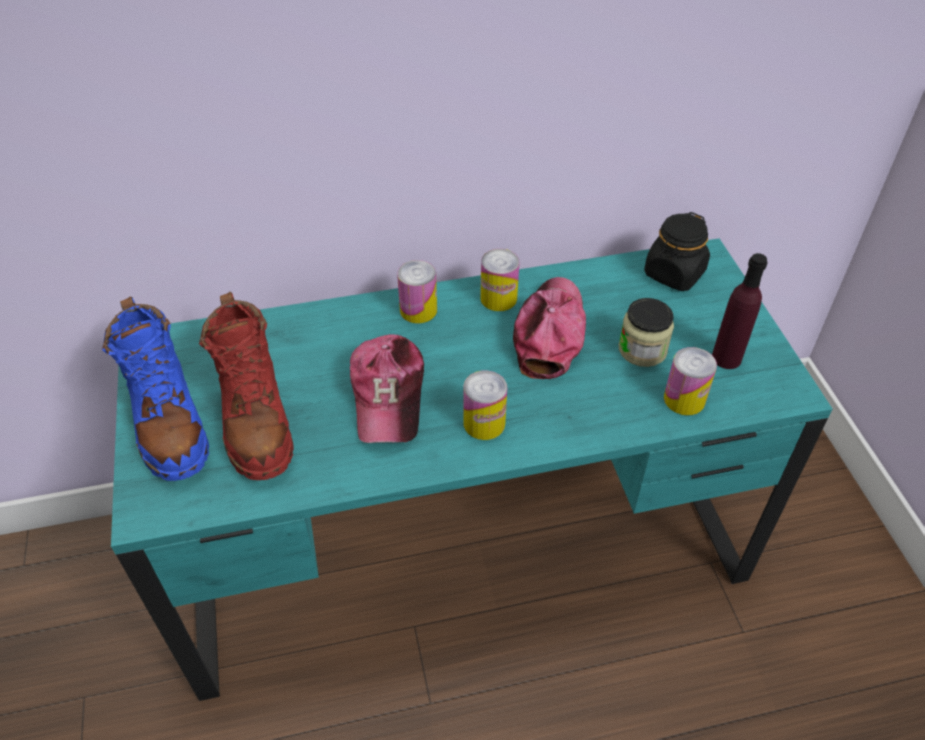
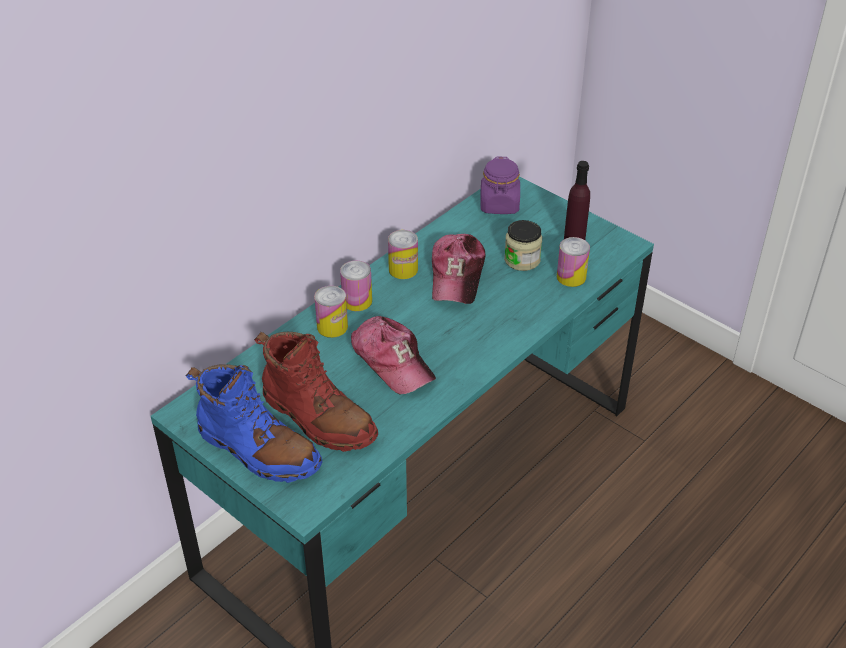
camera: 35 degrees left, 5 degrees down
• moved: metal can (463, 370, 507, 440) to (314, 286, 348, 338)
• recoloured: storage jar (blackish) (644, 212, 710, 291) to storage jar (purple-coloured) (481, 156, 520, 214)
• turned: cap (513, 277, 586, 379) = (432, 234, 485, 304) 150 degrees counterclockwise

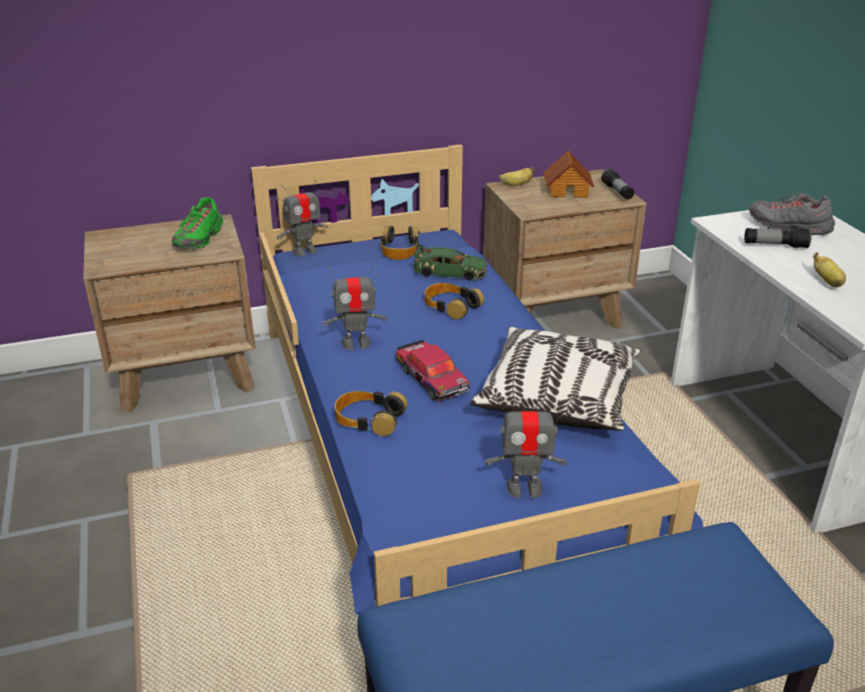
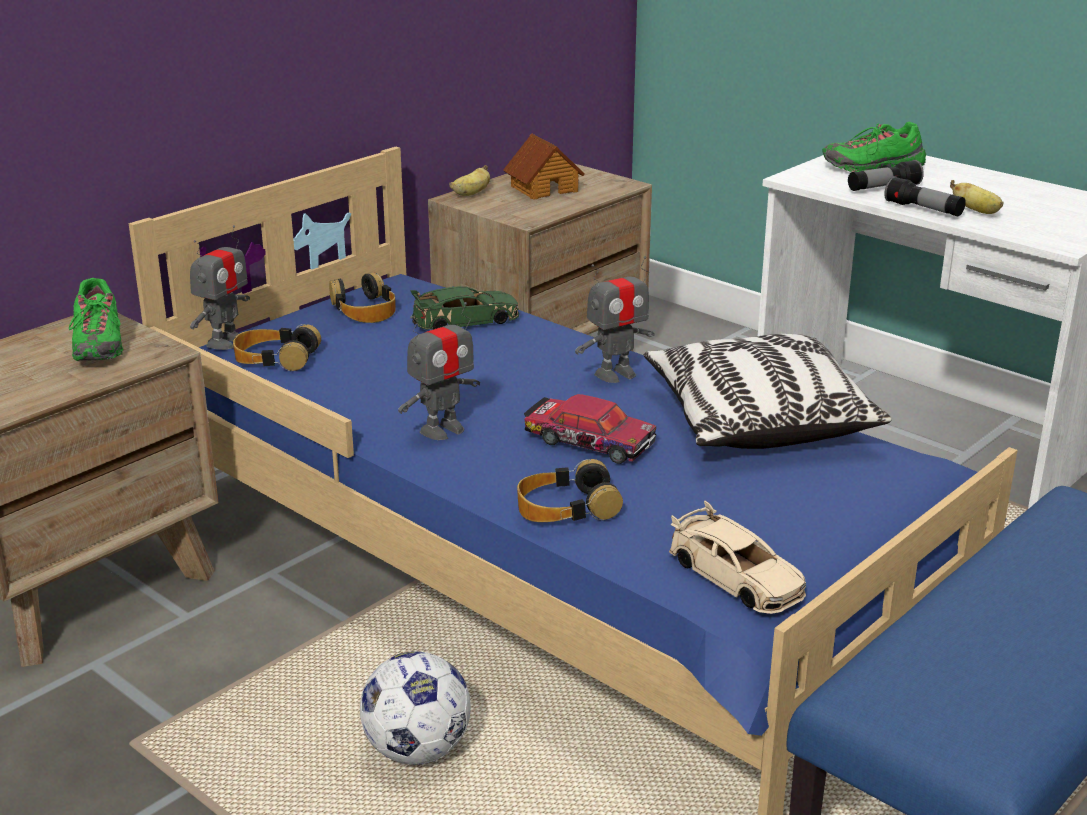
camera: 30 degrees left, 5 degrees down
• added: football (360, 651, 471, 765)
• added: toy car (sand-coloured) (669, 500, 806, 614)
• moved: headphones (425, 283, 484, 319) to (233, 324, 321, 371)
• moved: toy robot (485, 397, 568, 498) to (575, 256, 655, 383)
• moved: hand torch (601, 169, 634, 200) to (884, 176, 966, 216)
• recoloured: item of footwear (grey) (749, 193, 835, 235) to item of footwear (green) (822, 122, 926, 172)

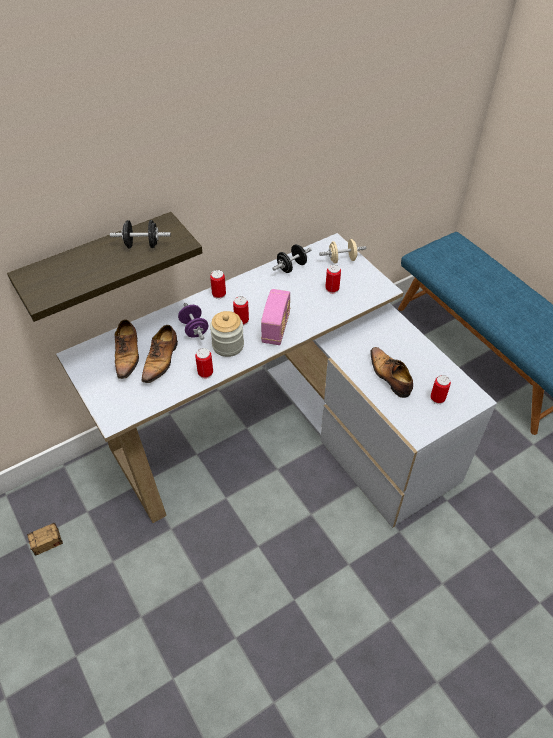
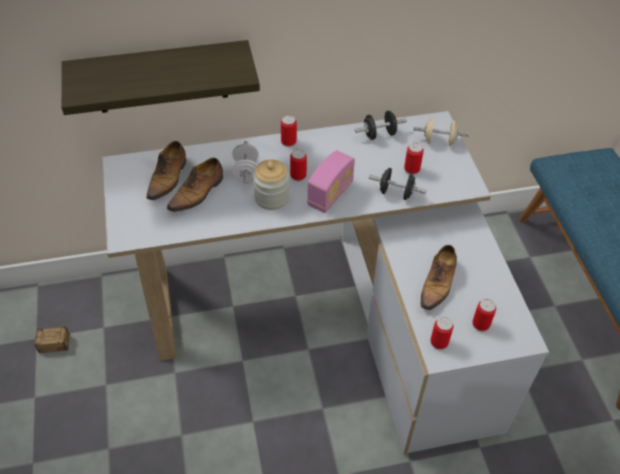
camera: 20 degrees right, 0 degrees up
• moved: dumbbell (blackish) (110, 220, 171, 248) to (369, 168, 427, 200)
• moved: metal can (195, 348, 213, 379) to (430, 317, 454, 350)
• recoloured: dumbbell (purple-coloured) (178, 303, 208, 340) to dumbbell (white-coloured) (232, 141, 259, 184)
• turned: item of footwear (370, 347, 413, 398) = (421, 245, 457, 310) 150 degrees counterclockwise

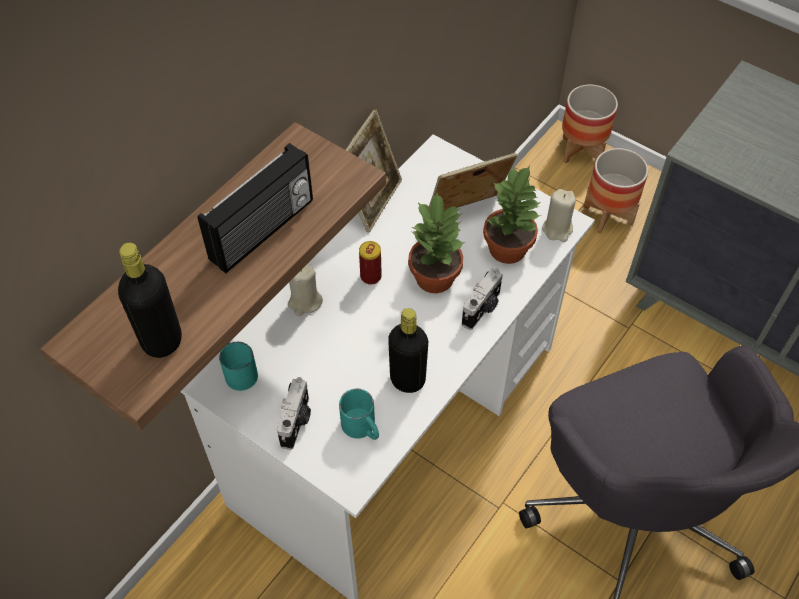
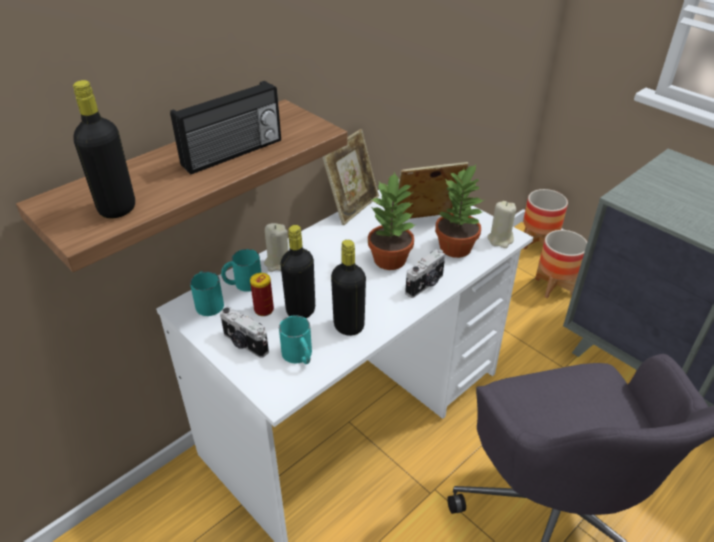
camera: 10 degrees right, 15 degrees down
• added: tea mug (blue-green) (221, 249, 262, 292)
• added: beverage bottle (blackish) (281, 225, 315, 318)
• moved: metal can (359, 241, 382, 285) to (250, 273, 274, 316)
• turned: photo camera (277, 377, 311, 450) = (220, 307, 269, 358) 105 degrees clockwise

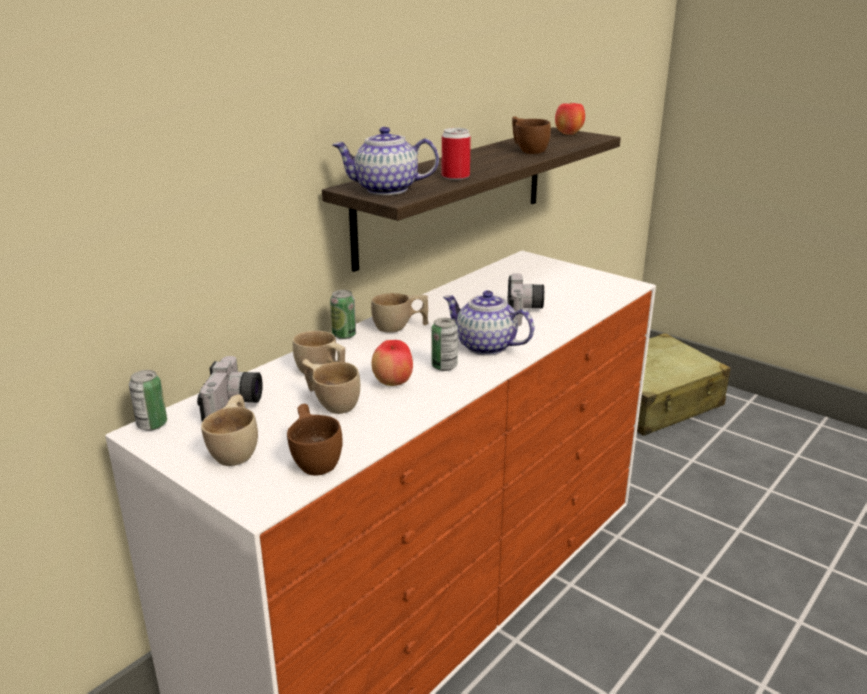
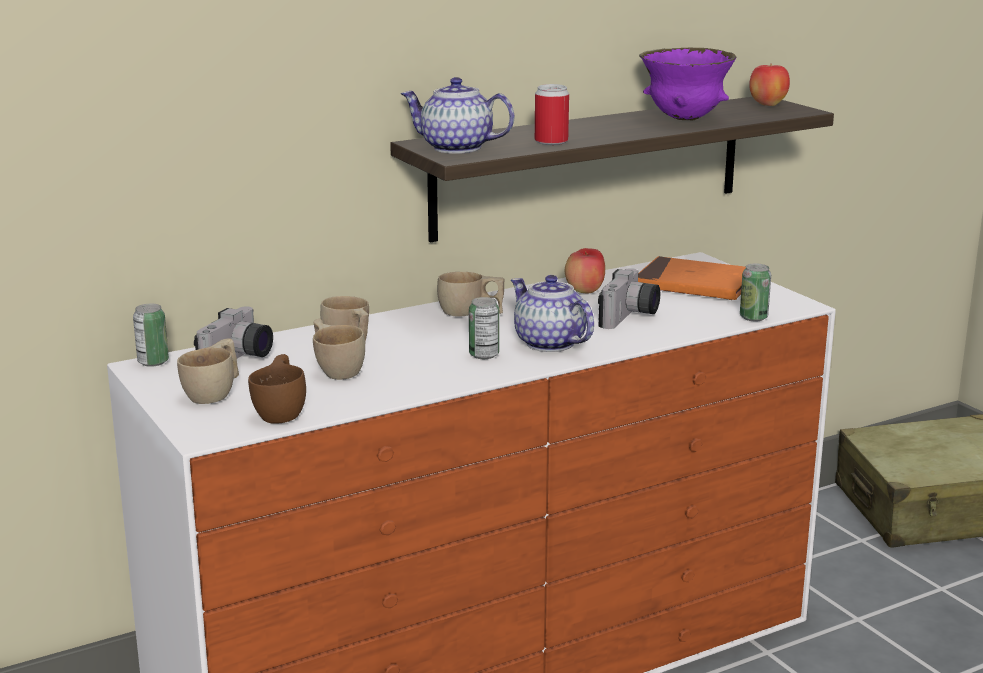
camera: 20 degrees right, 5 degrees down
• added: bound book (orange) (638, 256, 746, 300)
• moved: metal can (330, 290, 356, 339) to (740, 263, 771, 321)
• moved: apple fruit (371, 340, 413, 386) to (565, 248, 605, 293)
• replaced: cup (brown) (512, 116, 551, 154) to bowl (purple-coloured) (639, 47, 736, 120)

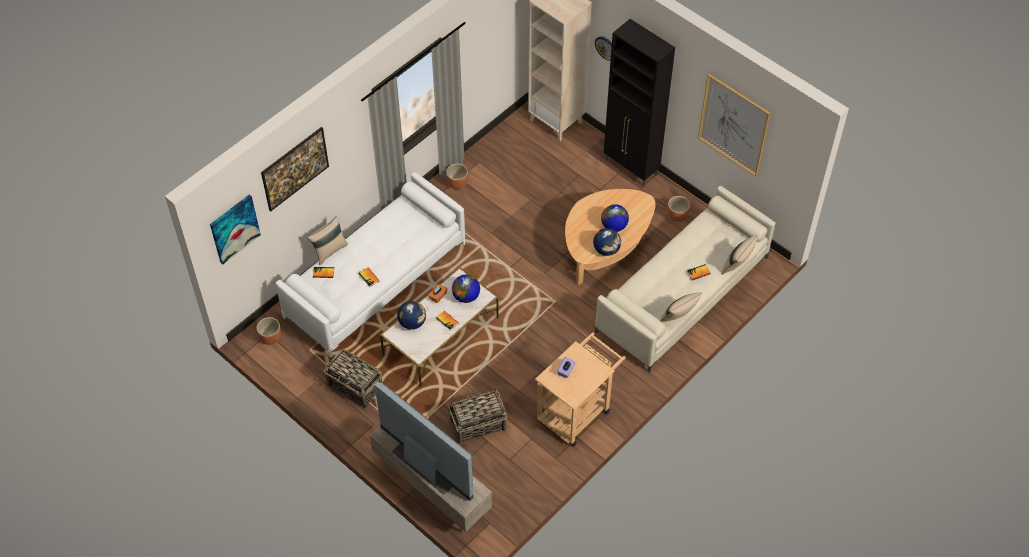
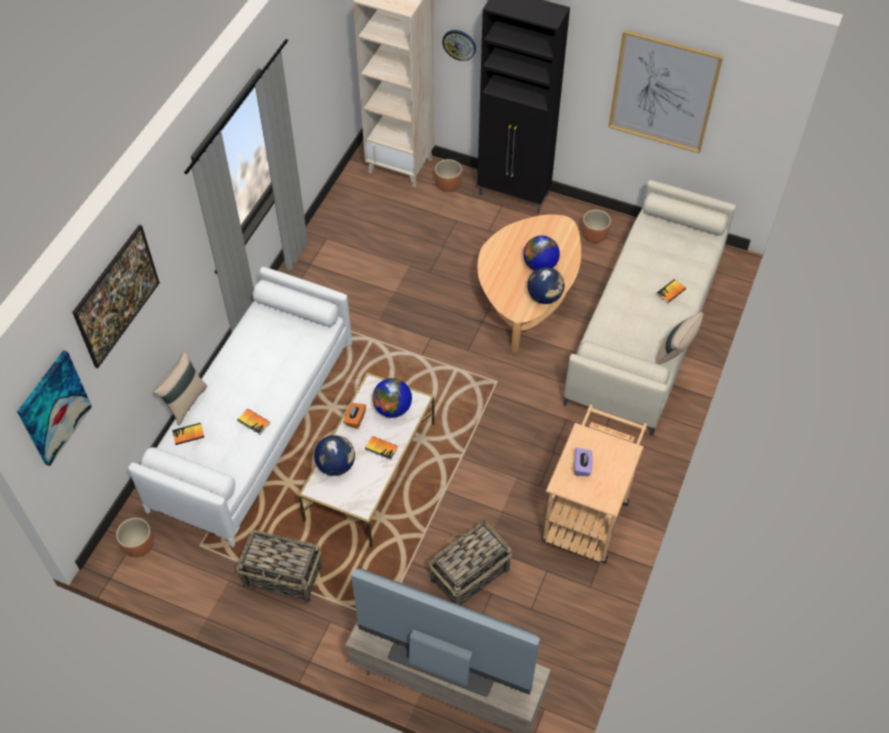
camera: 20 degrees left, 0 degrees up
• removed: throw pillow (sand-coloured) (722, 235, 757, 275)
• moved: plant pot (brown) (446, 163, 468, 189) to (435, 159, 462, 192)

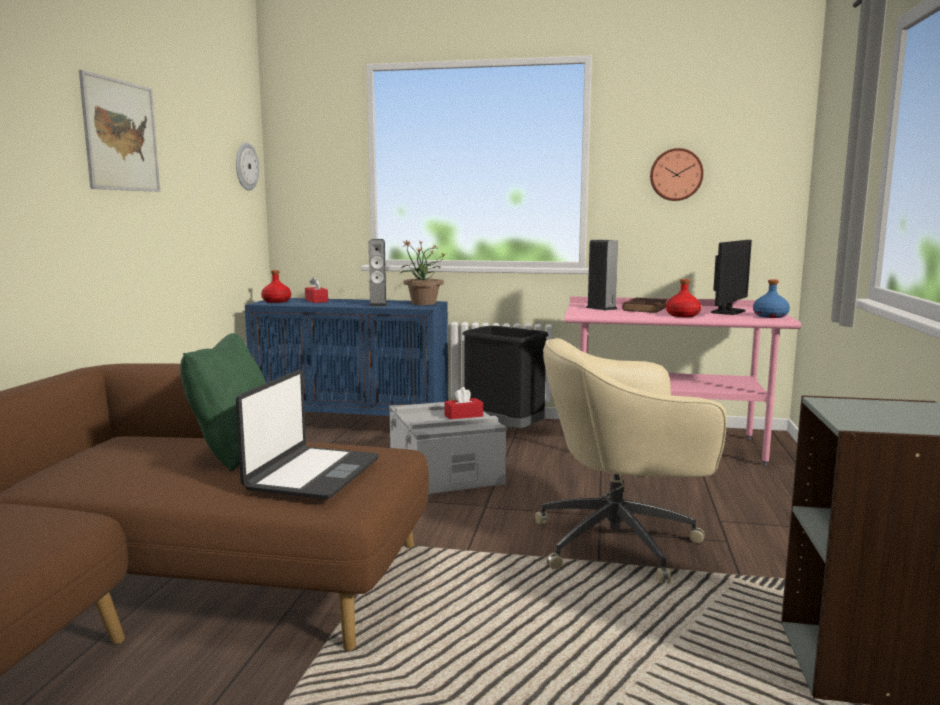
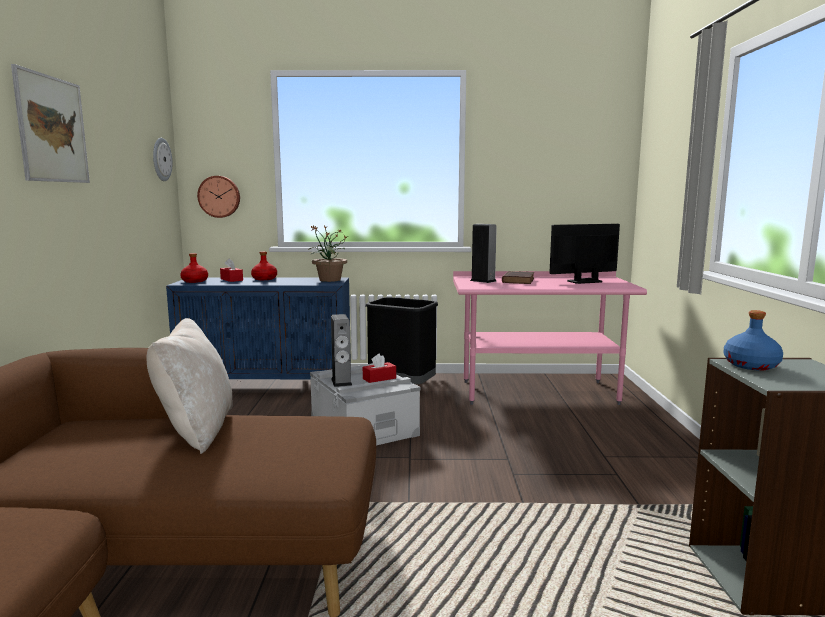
camera: 10 degrees left, 0 degrees up
• removed: portable computer (236, 369, 379, 499)
• removed: office chair (sand-coloured) (535, 338, 727, 584)
• moved: loudspeaker (369, 239, 387, 306) to (331, 314, 352, 387)
• moved: hanging clock (650, 148, 704, 201) to (197, 176, 240, 218)
• moved: beverage bottle (red-coloured) (666, 279, 701, 317) to (251, 252, 277, 280)
• moved: beverage bottle (blue-coloured) (753, 279, 790, 318) to (724, 310, 783, 371)
• recoloured: throw pillow (green) (180, 333, 266, 472) to throw pillow (sand-coloured) (146, 318, 233, 454)
• turned: monitor (711, 240, 752, 315) = (549, 224, 620, 284) 135 degrees counterclockwise

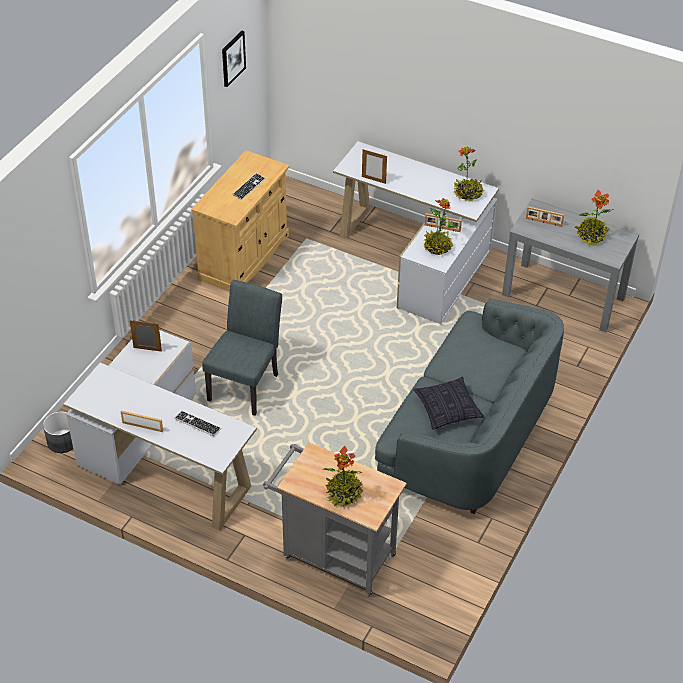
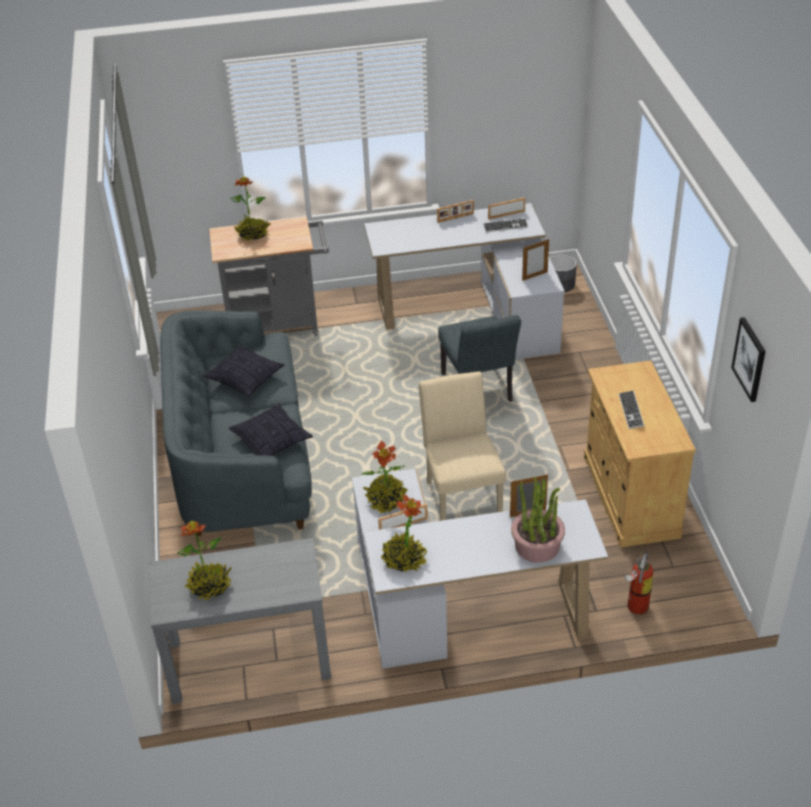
camera: 145 degrees right, 5 degrees down
• added: throw pillow (229, 403, 313, 456)
• added: plain chair (sand-coloured) (418, 372, 506, 521)
• added: houseplant (511, 477, 565, 563)
• added: fire extinguisher (624, 552, 653, 615)
• moved: PC keyboard (174, 411, 221, 436) to (483, 218, 528, 232)
• moved: photo frame (526, 207, 564, 227) to (488, 197, 525, 219)

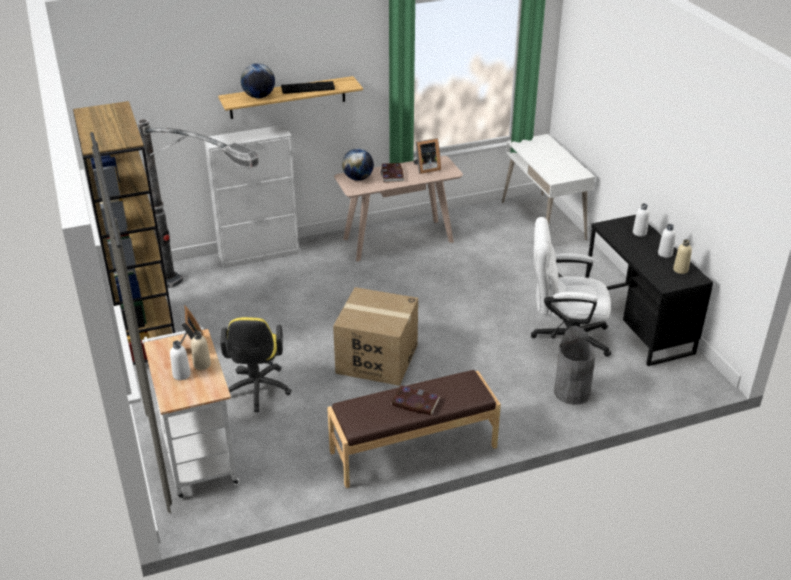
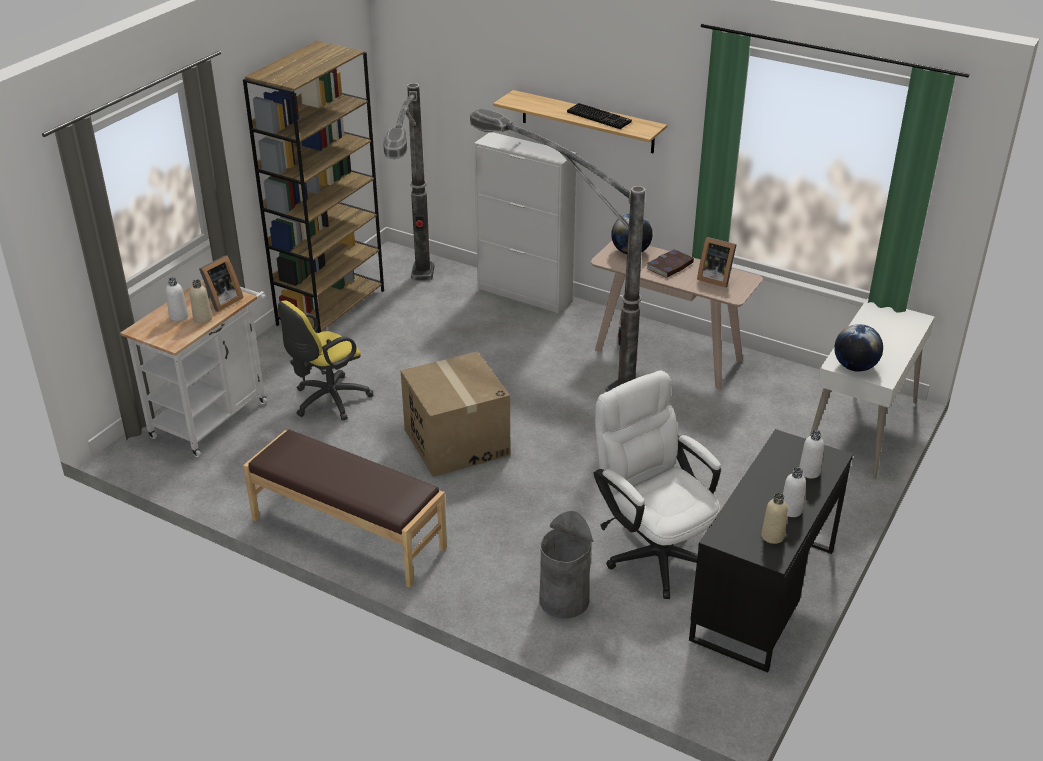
camera: 50 degrees right, 0 degrees up
• removed: bound book (391, 385, 440, 415)
• added: standing lamp (470, 109, 645, 392)
• moved: globe (241, 63, 275, 98) to (834, 324, 883, 372)

